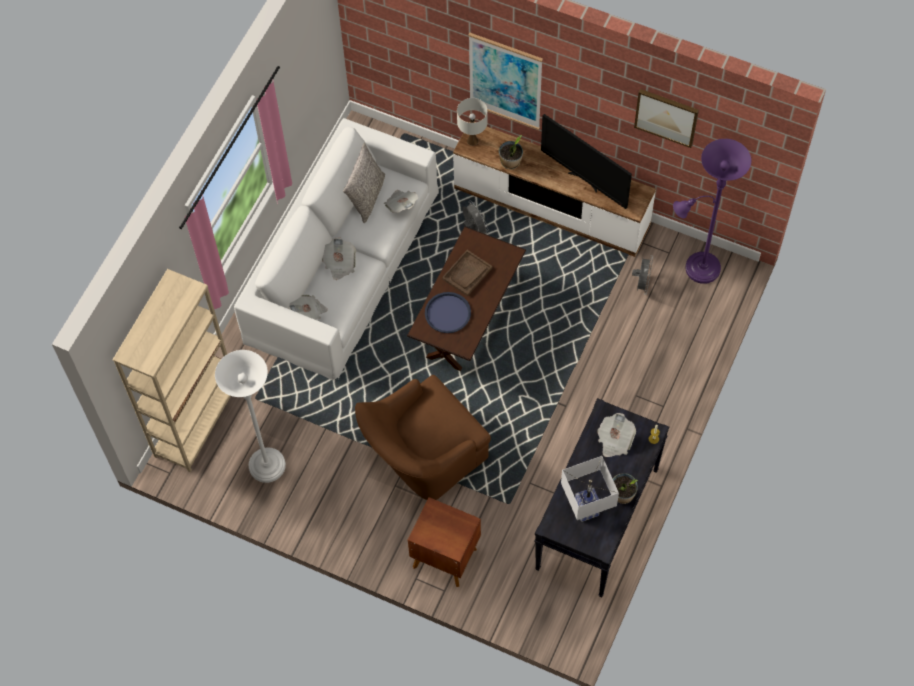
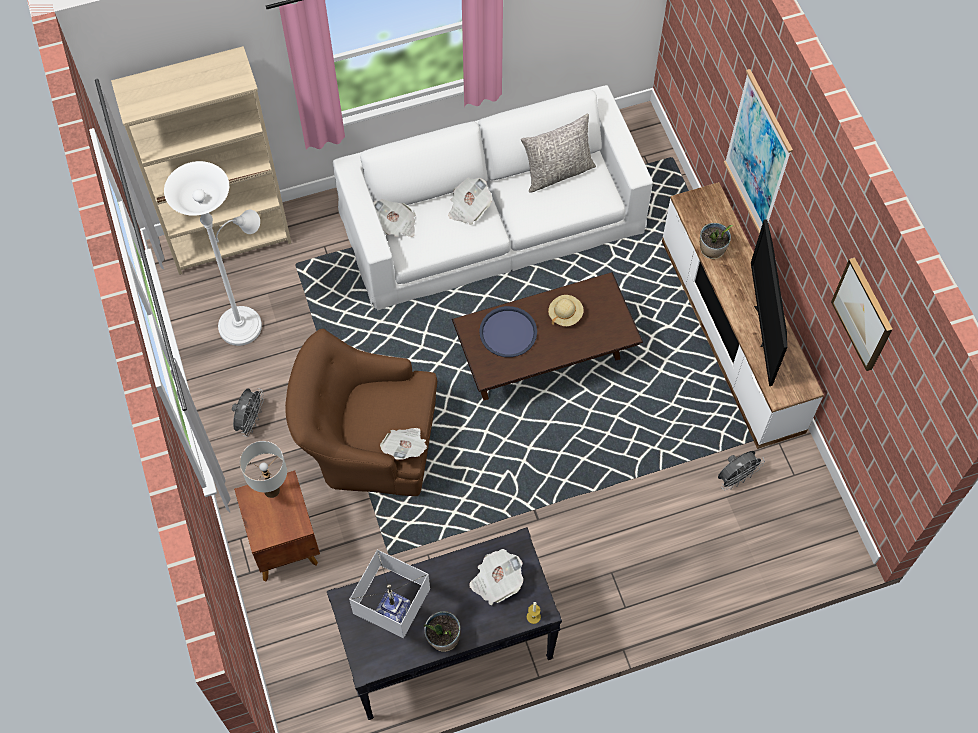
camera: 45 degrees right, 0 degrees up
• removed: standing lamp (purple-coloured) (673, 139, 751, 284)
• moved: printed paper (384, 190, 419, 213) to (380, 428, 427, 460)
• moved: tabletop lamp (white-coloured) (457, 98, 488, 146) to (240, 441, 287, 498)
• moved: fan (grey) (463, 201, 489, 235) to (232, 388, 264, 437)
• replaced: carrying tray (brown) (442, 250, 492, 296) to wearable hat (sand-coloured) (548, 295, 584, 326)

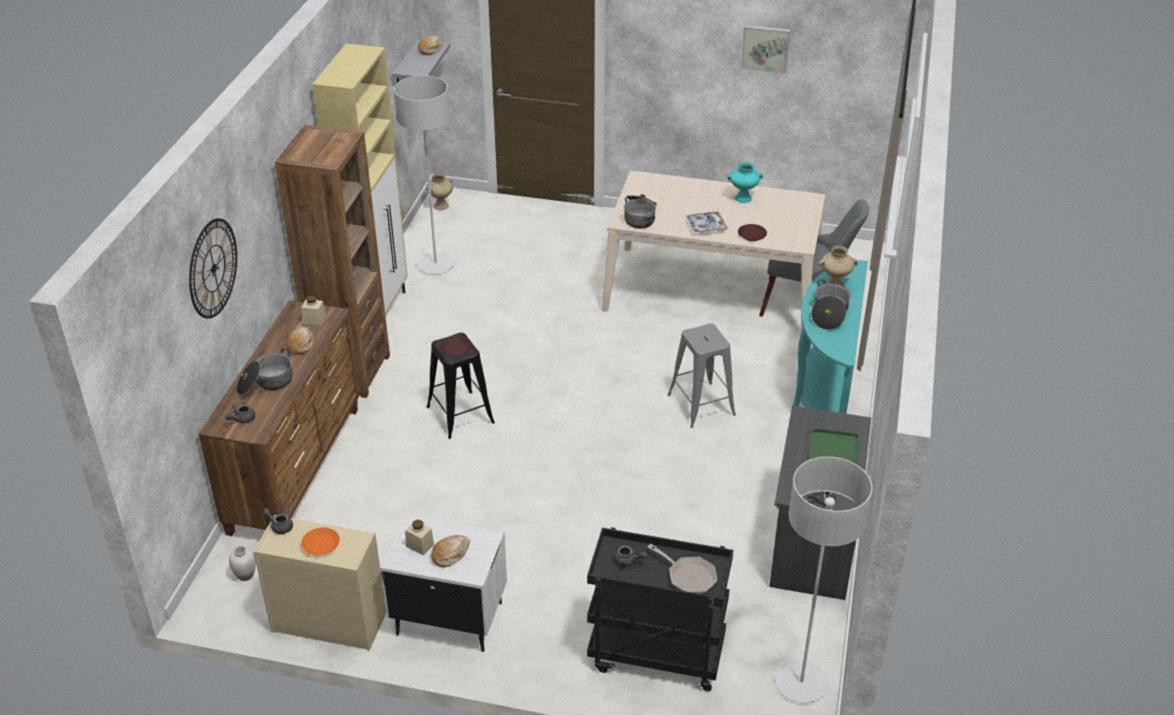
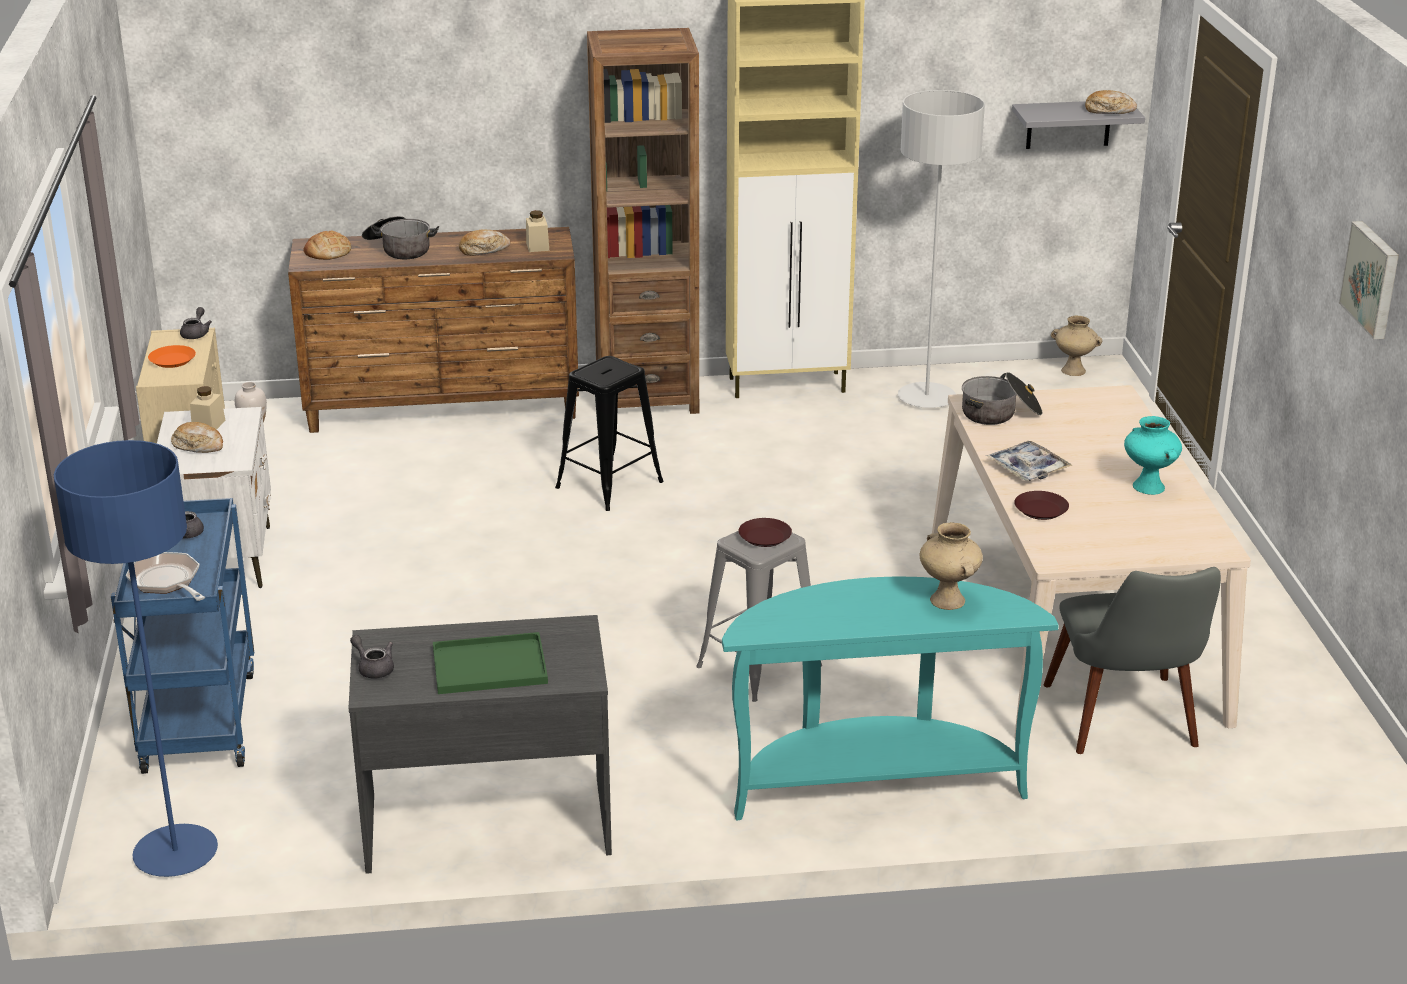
camera: 70 degrees right, 10 degrees down
• removed: hanging clock (189, 218, 237, 319)
• removed: stockpot (811, 280, 851, 330)
• moved: flat dish (brown) (440, 336, 472, 357) to (738, 518, 792, 547)
• replaced: teapot (grey) (225, 404, 255, 423) to baked bread (303, 231, 351, 260)
• recoloured: wheeled cart (blackish) (587, 527, 733, 692) to wheeled cart (blue-coloured) (111, 498, 254, 774)
• recoloured: standing lamp (grey) (775, 457, 873, 703) to standing lamp (blue-coloured) (54, 440, 218, 877)
• turned: pan (647, 544, 718, 594) = (126, 552, 205, 601) 120 degrees clockwise

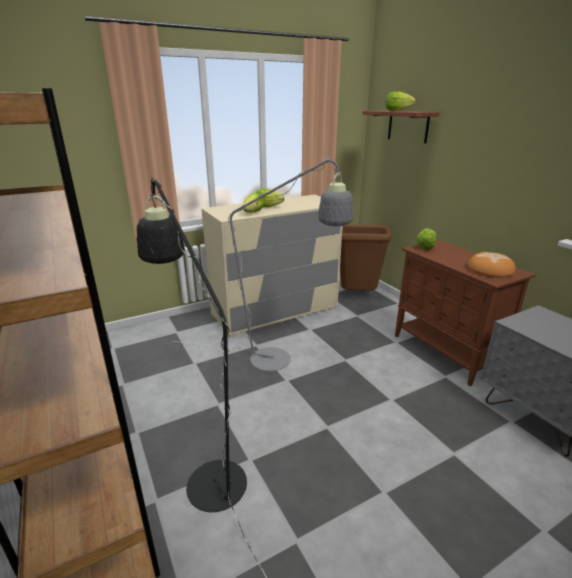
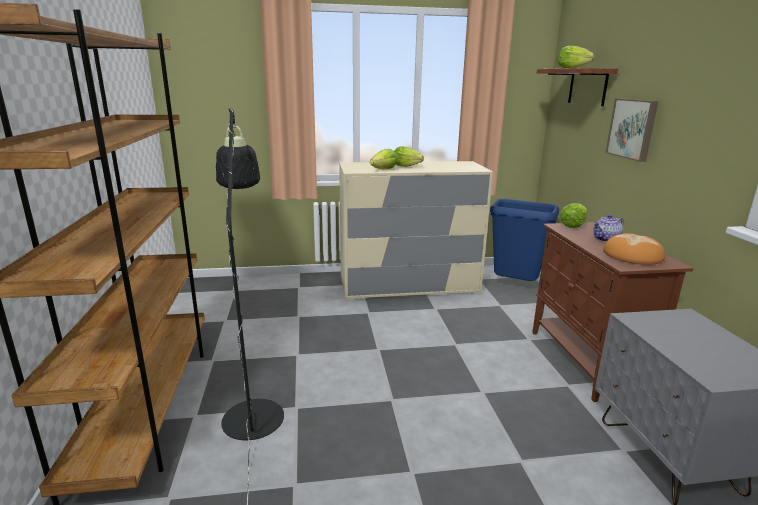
camera: 20 degrees right, 5 degrees down
• removed: standing lamp (grey) (174, 157, 353, 371)
• added: teapot (593, 215, 624, 242)
• added: wall art (605, 98, 658, 162)
• recoloured: rubbish bin (brown) (340, 224, 392, 291) to rubbish bin (blue-coloured) (490, 199, 559, 281)

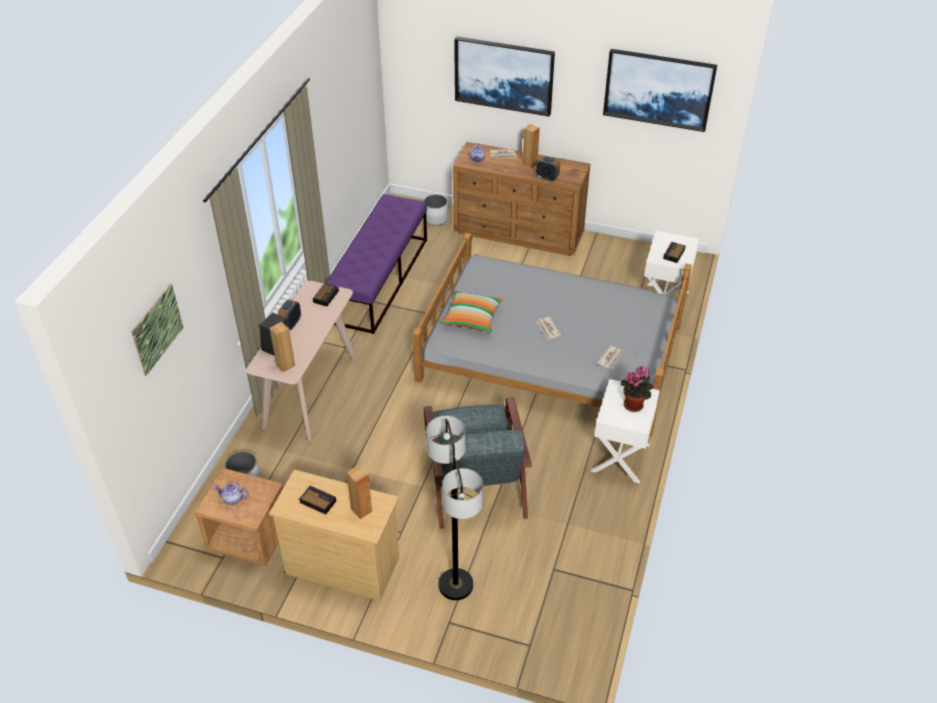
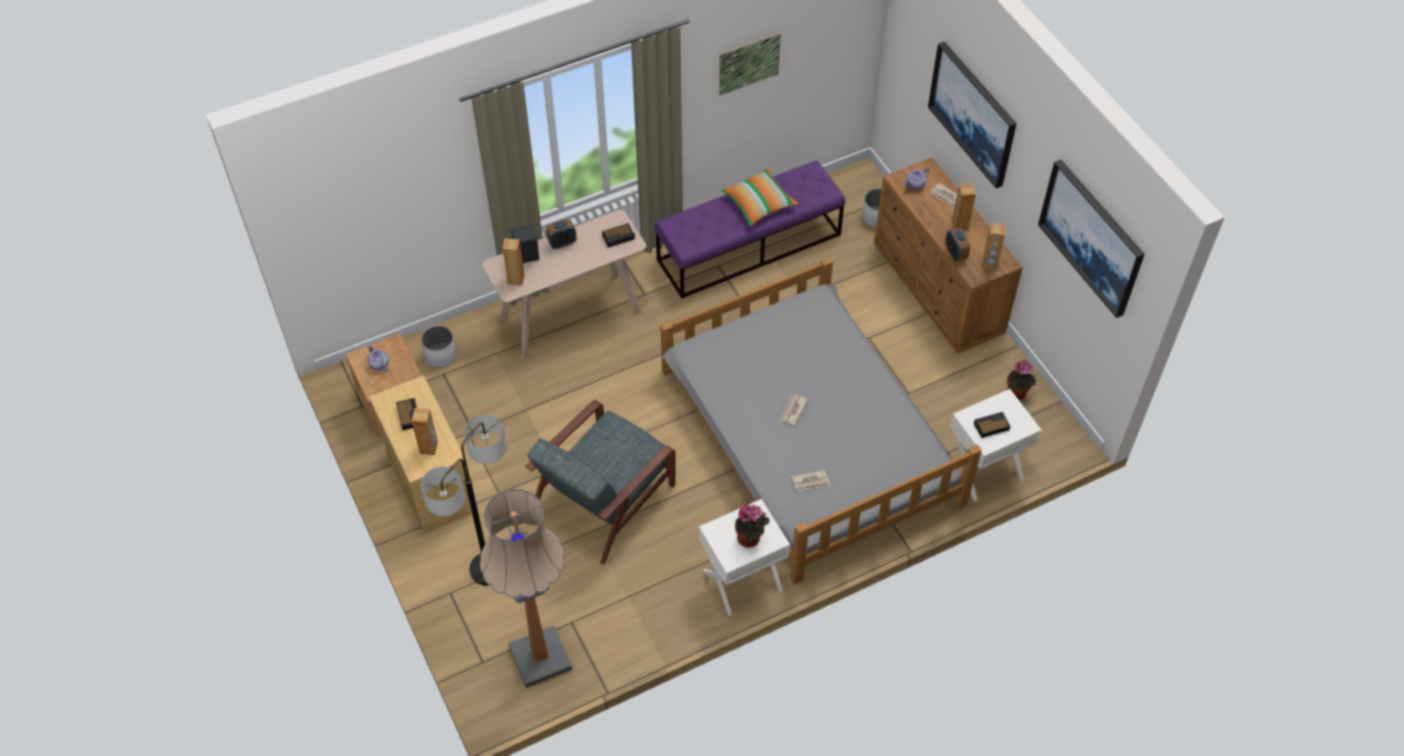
camera: 45 degrees right, 10 degrees up
• added: standing lamp (480, 489, 572, 688)
• added: loudspeaker (brown) (982, 223, 1006, 271)
• added: houseplant (1007, 360, 1036, 400)
• moved: wall art (131, 283, 183, 376) to (719, 33, 781, 95)
• moved: throw pillow (441, 290, 503, 333) to (721, 168, 799, 227)

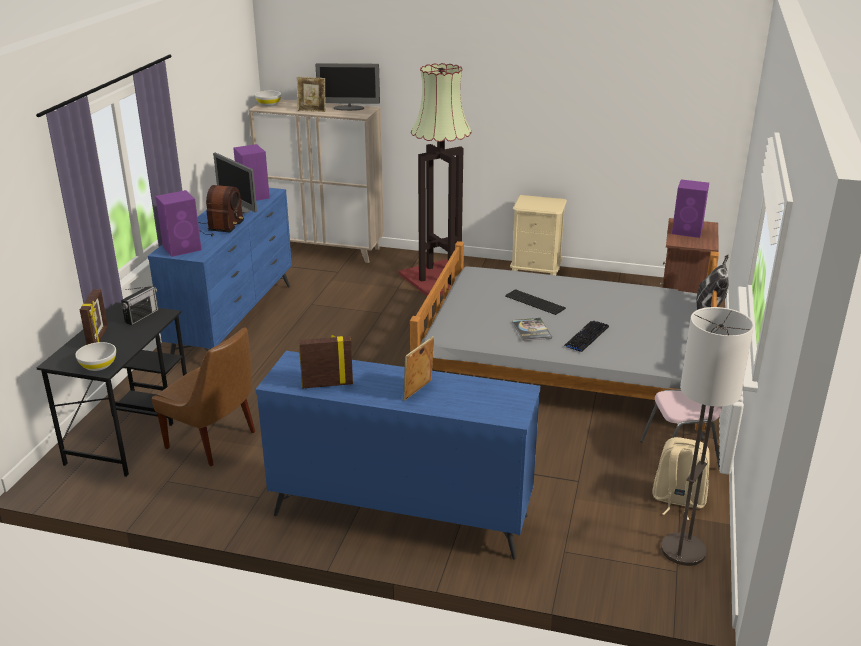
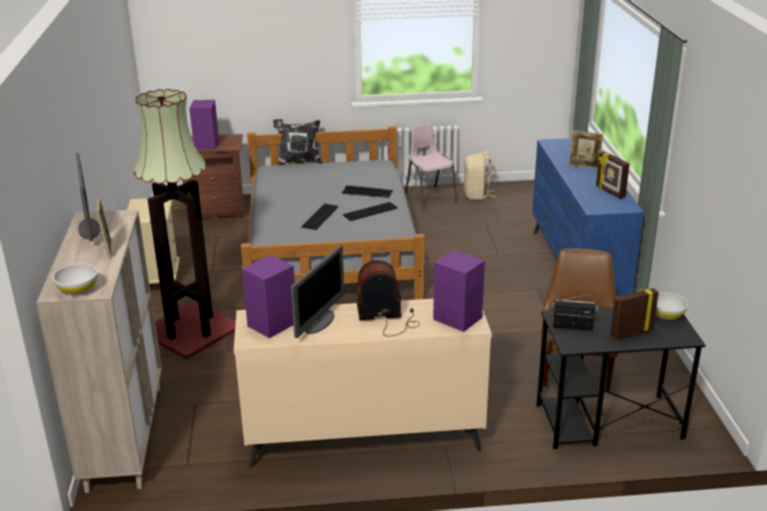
camera: 110 degrees left, 0 degrees up
• removed: standing lamp (661, 307, 754, 566)
• replaced: bound book (512, 318, 552, 341) to PC keyboard (343, 202, 397, 221)
• recoloured: dresser (blue-coloured) (148, 188, 292, 354) to dresser (sand-coloured) (234, 299, 492, 468)

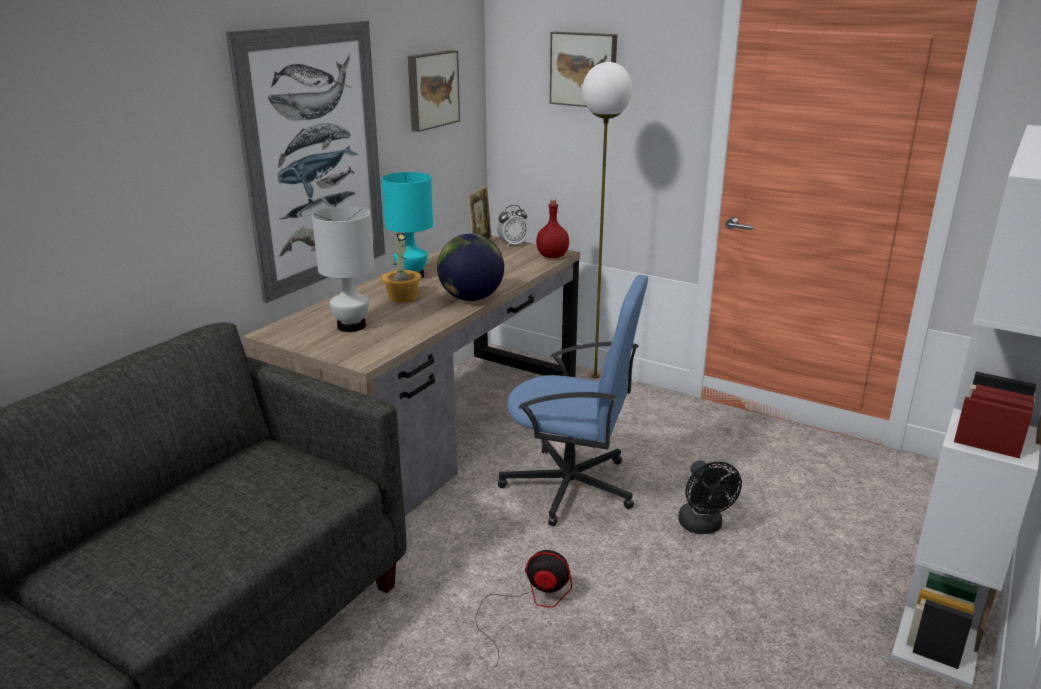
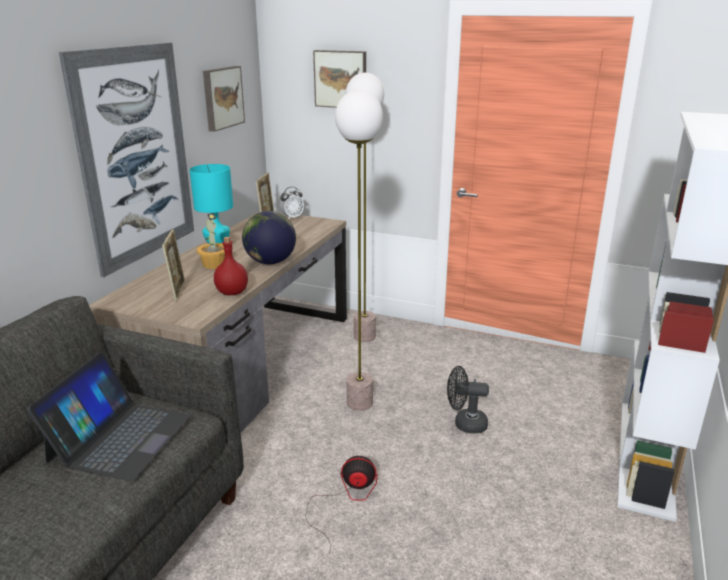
camera: 10 degrees left, 0 degrees up
• added: portable computer (27, 352, 191, 481)
• moved: beverage bottle (red-coloured) (536, 199, 569, 258) to (214, 237, 248, 295)
• replaced: tabletop lamp (white-coloured) (312, 206, 375, 332) to photo frame (162, 229, 185, 301)
• replaced: office chair (blue-coloured) (498, 275, 648, 526) to standing lamp (335, 90, 383, 411)
• turned: fan (blackish) (678, 460, 742, 534) = (447, 366, 489, 434) 120 degrees clockwise

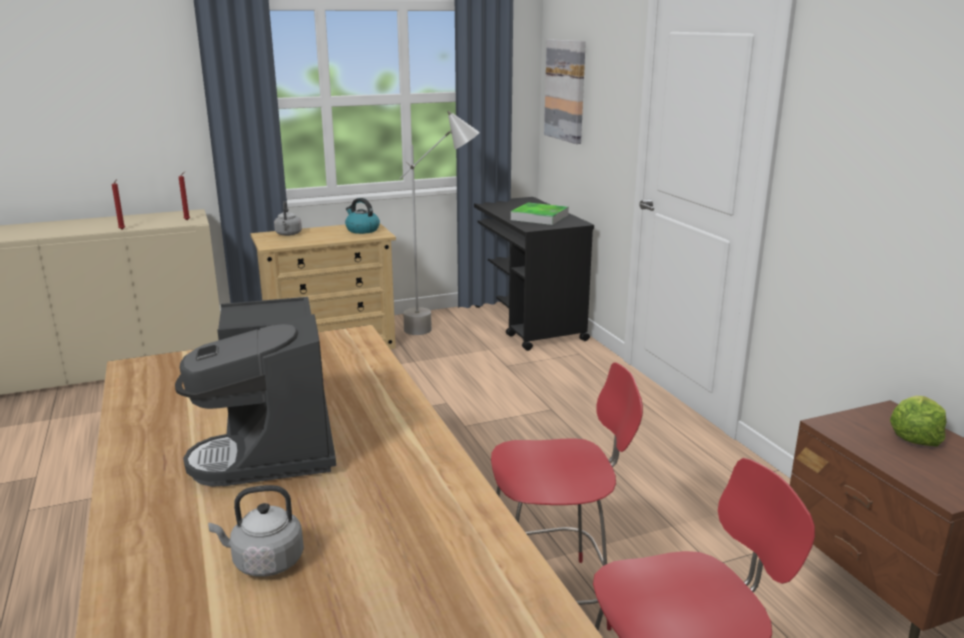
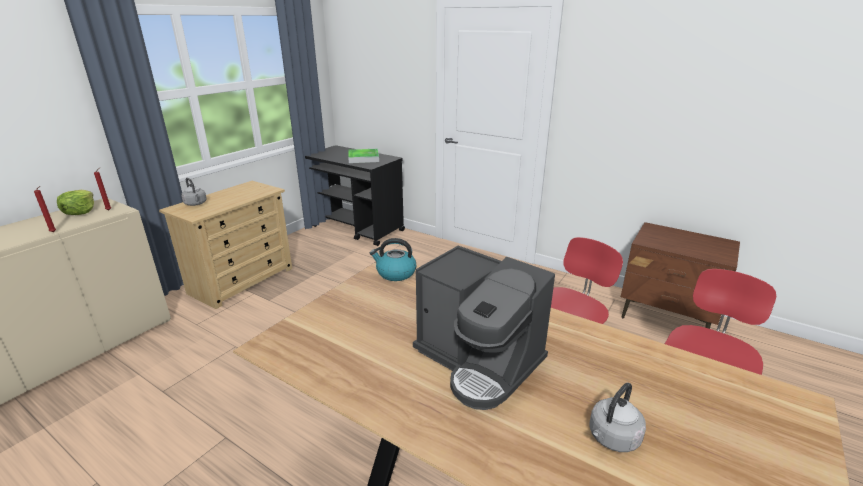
camera: 35 degrees left, 5 degrees up
• removed: standing lamp (grey) (400, 110, 480, 335)
• removed: wall art (544, 39, 586, 144)
• moved: water kettle (345, 198, 380, 234) to (370, 238, 416, 281)
• moved: lettuce head (890, 396, 946, 446) to (57, 190, 94, 215)

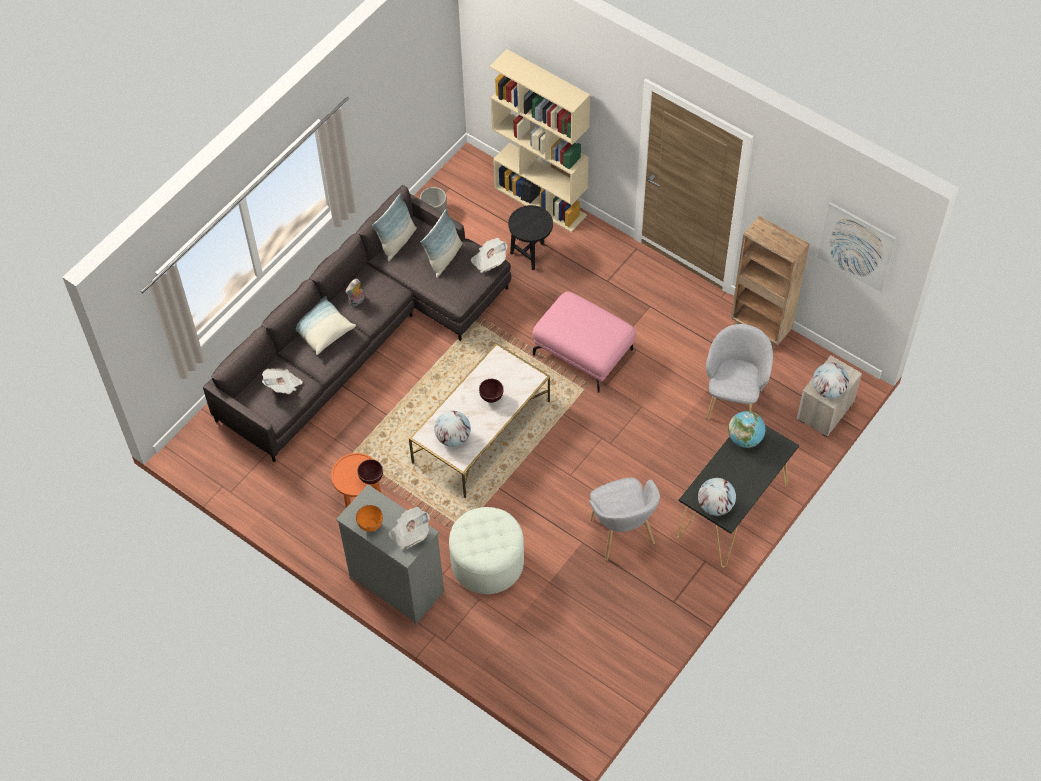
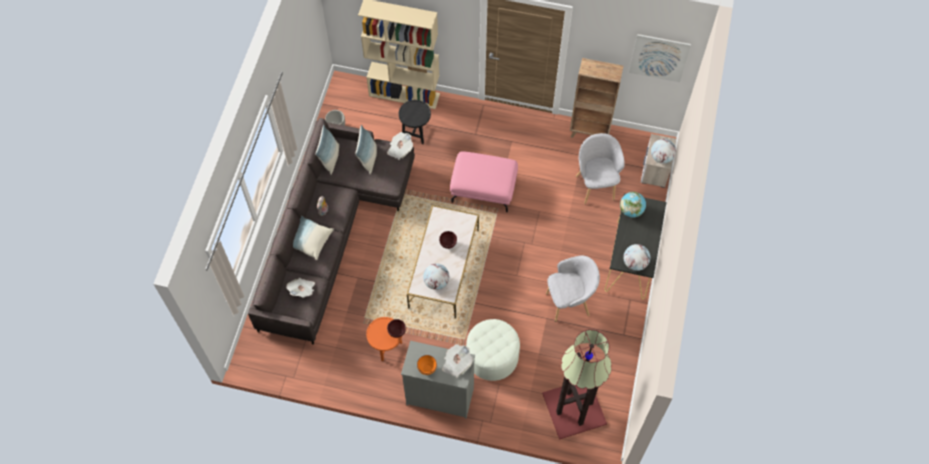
camera: 25 degrees left, 5 degrees up
• added: standing lamp (542, 329, 612, 440)
• turned: lounge chair (grey) (589, 478, 660, 561) = (546, 255, 600, 322) 60 degrees counterclockwise

